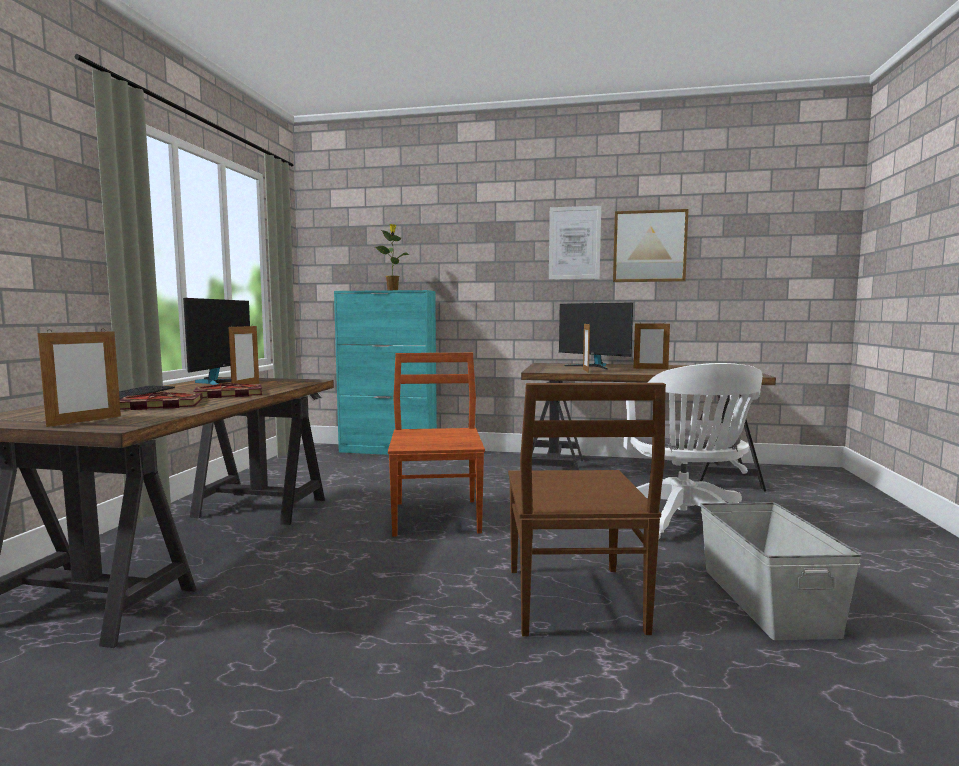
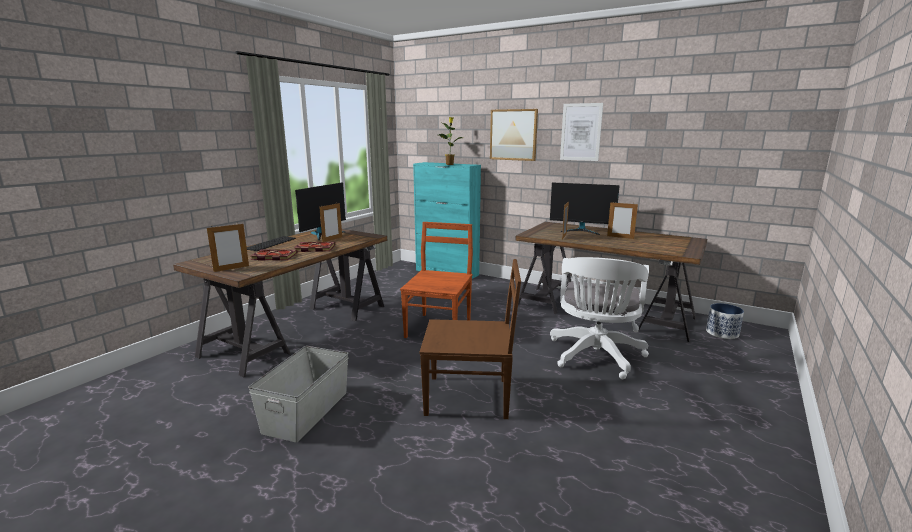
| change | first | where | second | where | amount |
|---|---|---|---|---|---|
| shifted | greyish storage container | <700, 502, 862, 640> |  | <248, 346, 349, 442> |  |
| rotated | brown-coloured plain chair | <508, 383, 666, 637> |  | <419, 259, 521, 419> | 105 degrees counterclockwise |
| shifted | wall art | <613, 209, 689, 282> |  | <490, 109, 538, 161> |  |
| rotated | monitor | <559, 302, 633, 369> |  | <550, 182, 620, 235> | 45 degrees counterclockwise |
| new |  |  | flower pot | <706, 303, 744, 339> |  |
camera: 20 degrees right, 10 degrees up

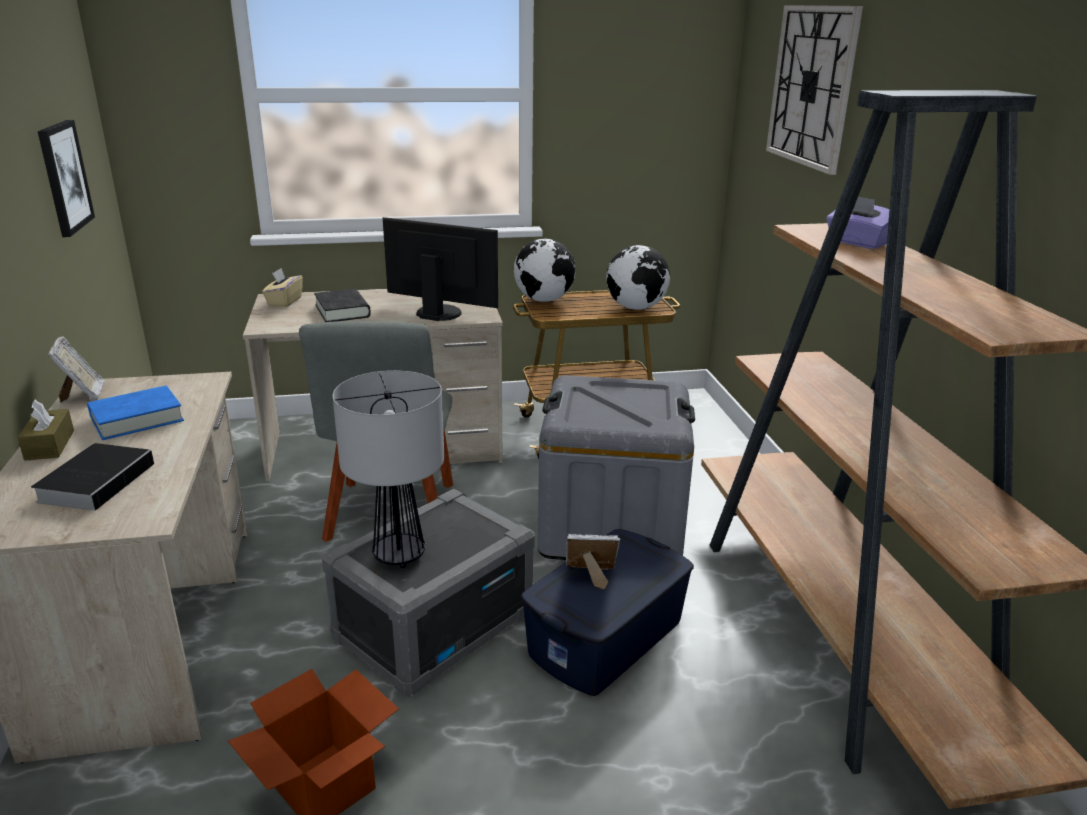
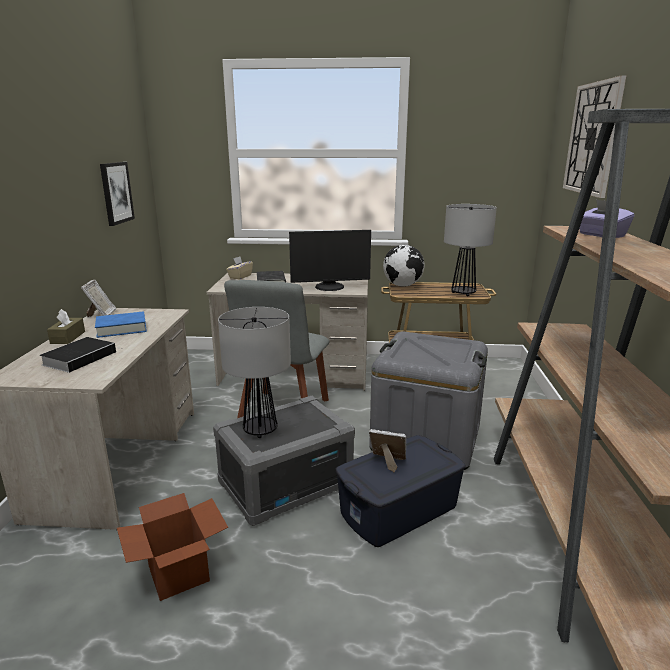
| change | first | where | second | where | amount |
|---|---|---|---|---|---|
| rotated | monitor | <383, 217, 498, 321> |  | <289, 230, 371, 291> | 135 degrees clockwise |
| swapped | world globe | <606, 245, 670, 310> | tabletop lamp | <444, 204, 497, 297> |  |
camera: 15 degrees right, 5 degrees down

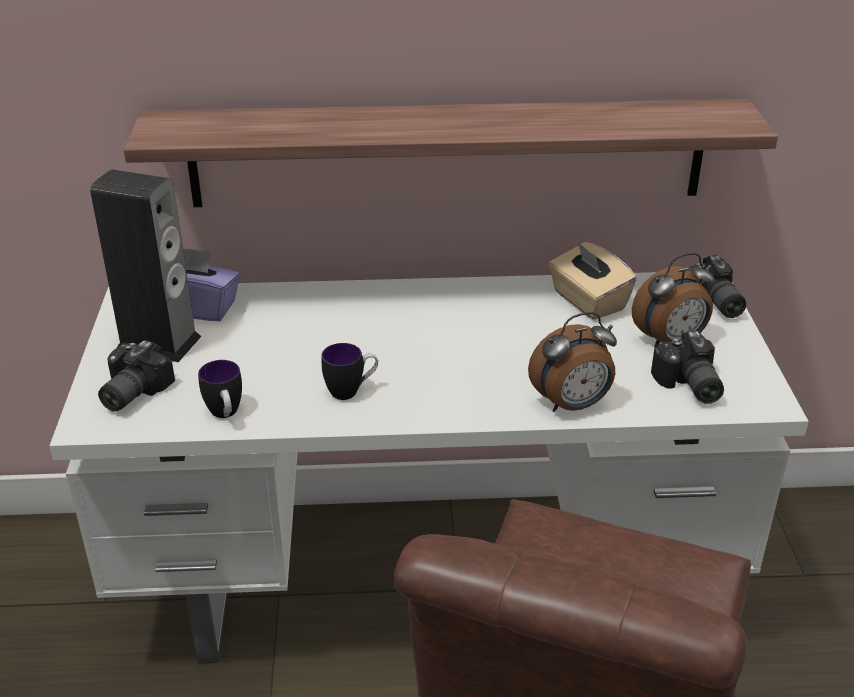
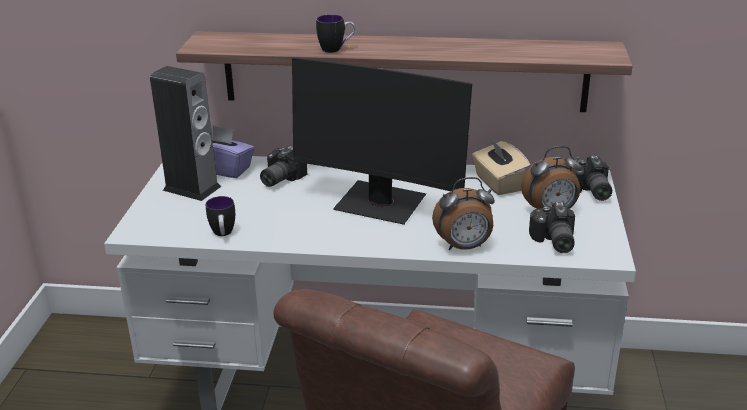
| change | first | where | second | where | amount |
|---|---|---|---|---|---|
| shifted | photo camera | <98, 340, 175, 412> |  | <260, 146, 307, 187> |  |
| new |  |  | monitor | <292, 58, 472, 225> |  |
| shifted | tea mug | <322, 343, 378, 400> |  | <316, 15, 355, 53> |  |
camera: 10 degrees right, 5 degrees down

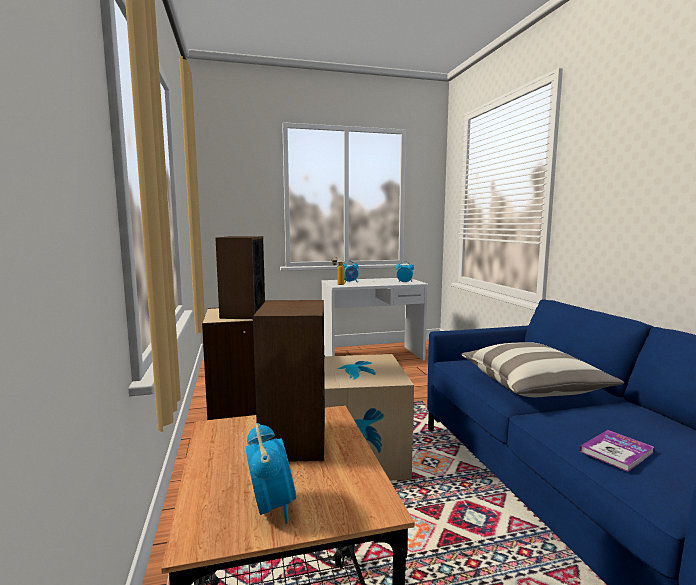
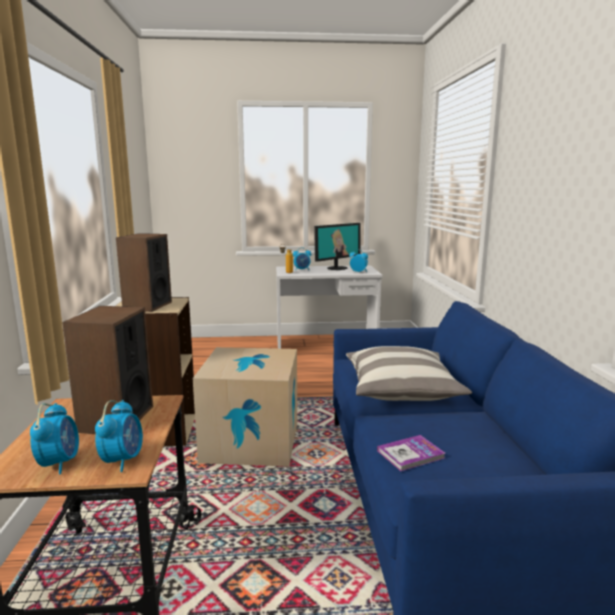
| change | first | where | second | where | amount |
|---|---|---|---|---|---|
| new |  |  | alarm clock | <95, 400, 143, 472> |  |
| new |  |  | monitor | <314, 223, 360, 270> |  |
camera: 10 degrees right, 5 degrees up

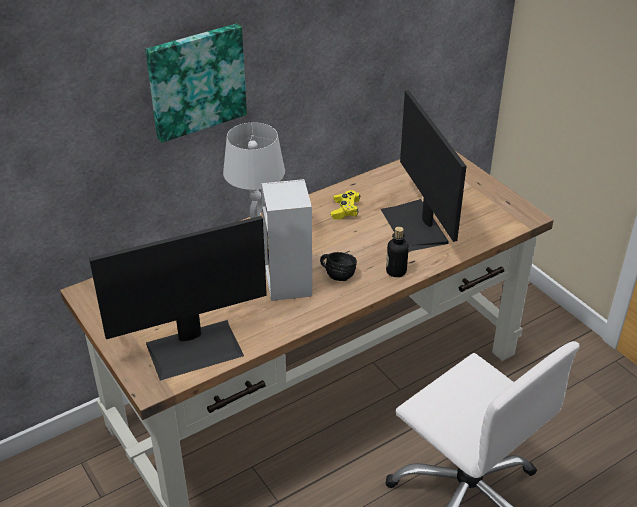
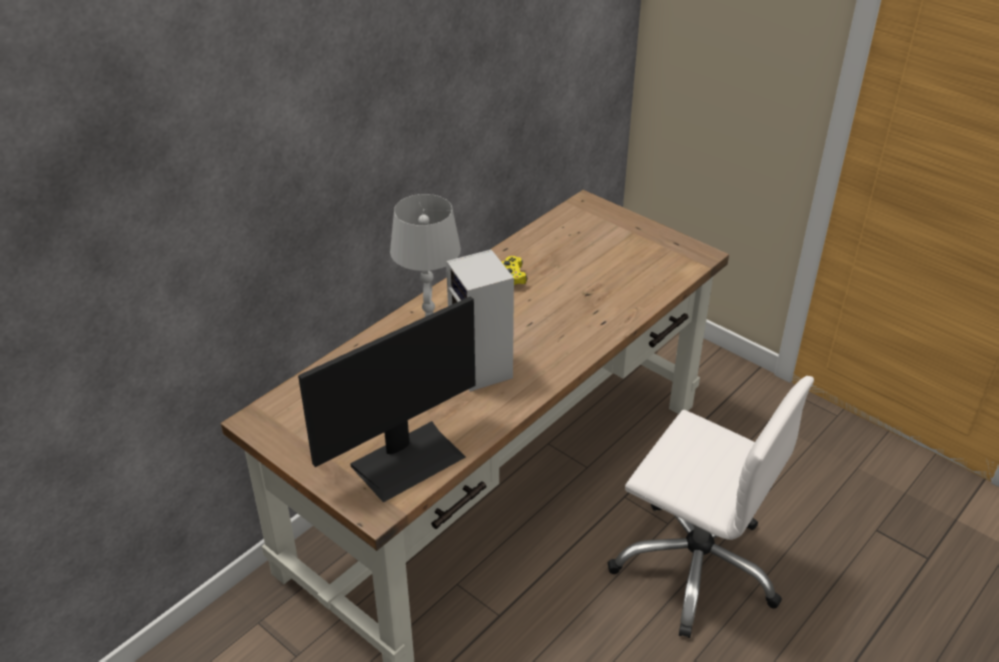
| change | first | where | second | where | amount |
|---|---|---|---|---|---|
| gone | wall art | <145, 24, 247, 143> |  |  |  |
| gone | black tea mug | <320, 252, 357, 281> |  |  |  |
| gone | monitor | <381, 90, 466, 252> |  |  |  |
| gone | drink bottle | <386, 227, 409, 277> |  |  |  |
camera: 15 degrees left, 0 degrees up

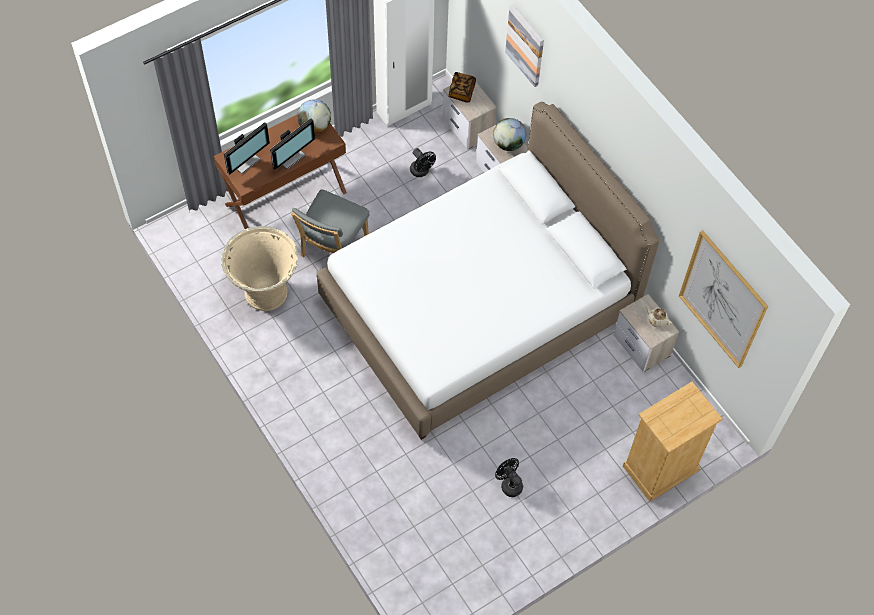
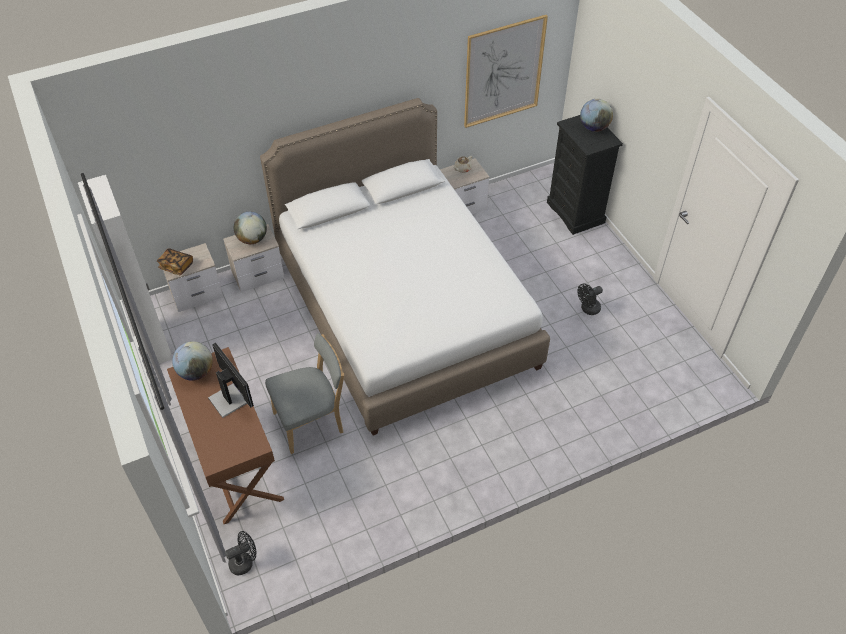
| change | first | where | second | where | amount |
|---|---|---|---|---|---|
| shifted | black fan | <410, 148, 436, 177> |  | <225, 531, 257, 575> |  |
| rotated | greyish plain chair | <291, 189, 370, 257> |  | <265, 333, 344, 454> | 60 degrees counterclockwise |
| repainted | beige chest of drawers | <623, 382, 722, 502> | black chest of drawers | <547, 115, 623, 235> |  |
| new |  |  | world globe | <580, 99, 613, 132> |  |
| gone | beige flower pot | <221, 226, 298, 311> |  |  |  |
| gone | monitor | <224, 122, 270, 175> |  |  |  |
| gone | wall art | <505, 5, 544, 87> |  |  |  |
camera: 80 degrees left, 10 degrees down

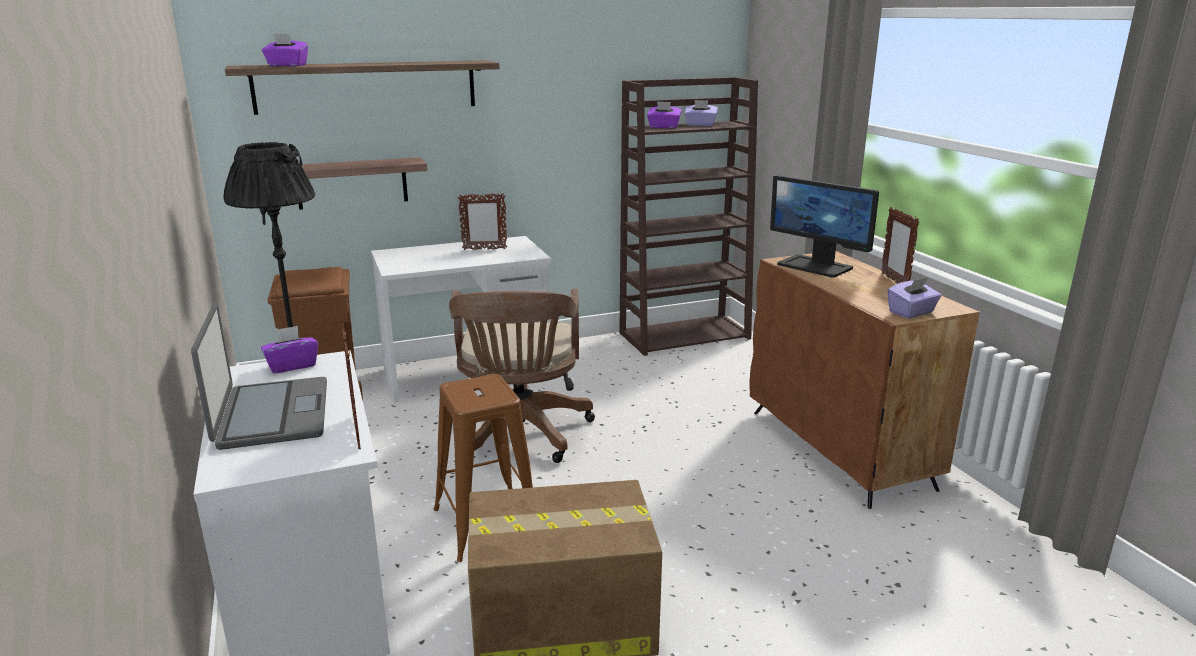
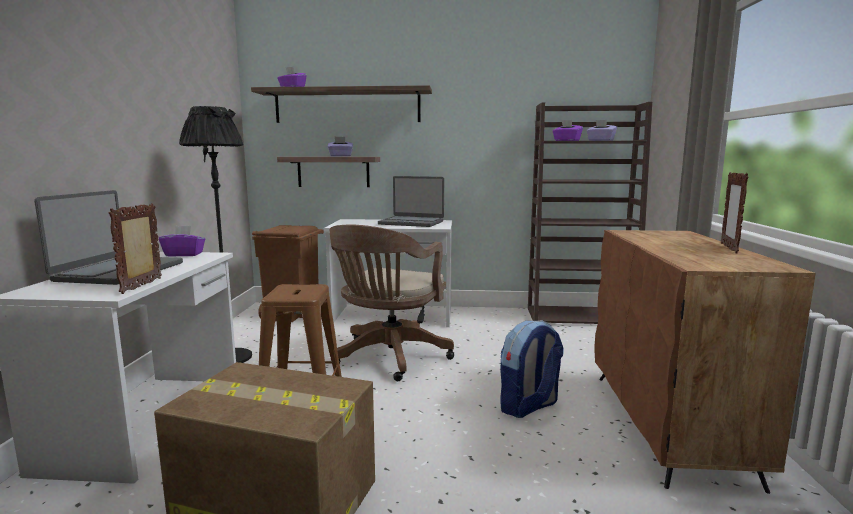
| change | first | where | second | where | amount |
|---|---|---|---|---|---|
| shifted | purplish box of tissues | <888, 277, 941, 318> |  | <328, 136, 353, 157> |  |
| swapped | picture frame | <458, 193, 507, 250> | notebook computer | <378, 176, 444, 227> |  |
| new |  |  | rucksack | <500, 320, 564, 418> |  |
| gone | monitor | <770, 175, 879, 278> |  |  |  |
camera: 25 degrees right, 10 degrees down

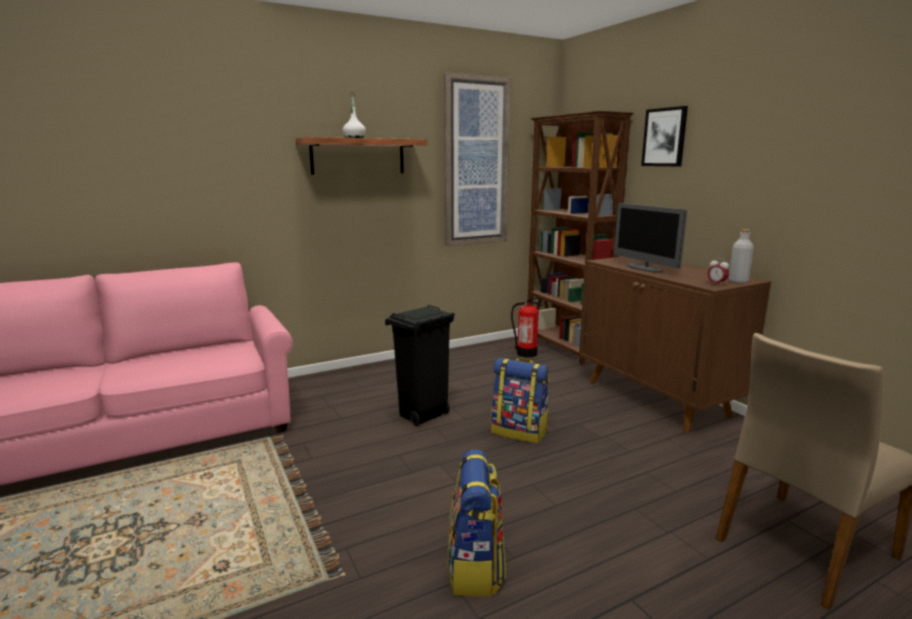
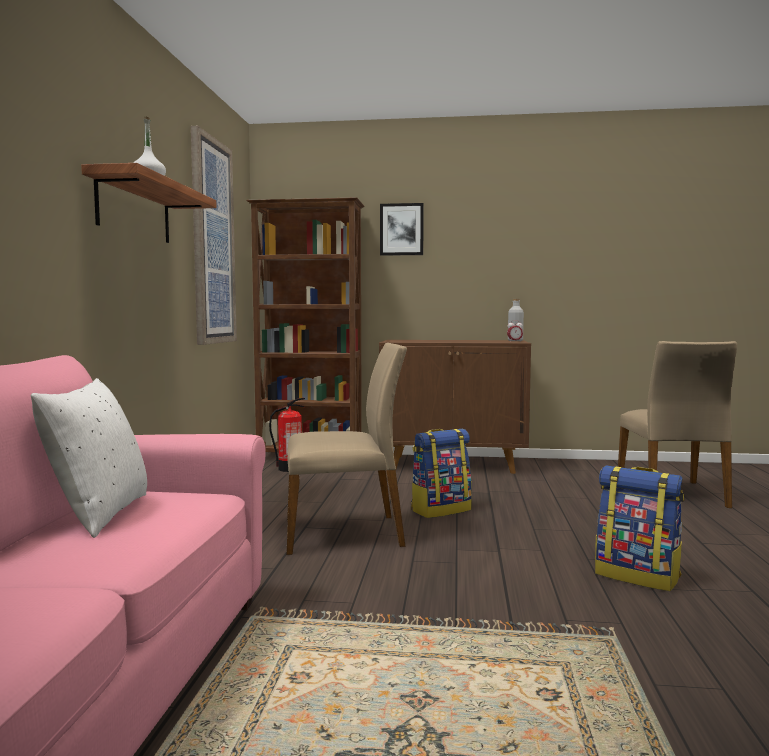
| change | first | where | second | where | amount |
|---|---|---|---|---|---|
| new |  |  | white pillow | <31, 378, 147, 538> |  |
| swapped | black trash can | <385, 305, 455, 426> | beige plain chair | <287, 343, 407, 555> |  |
| gone | monitor | <614, 203, 687, 273> |  |  |  |
camera: 55 degrees left, 10 degrees down

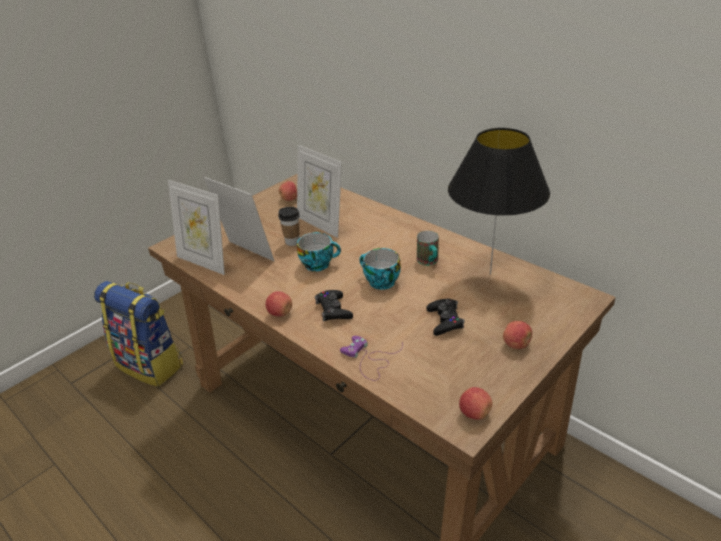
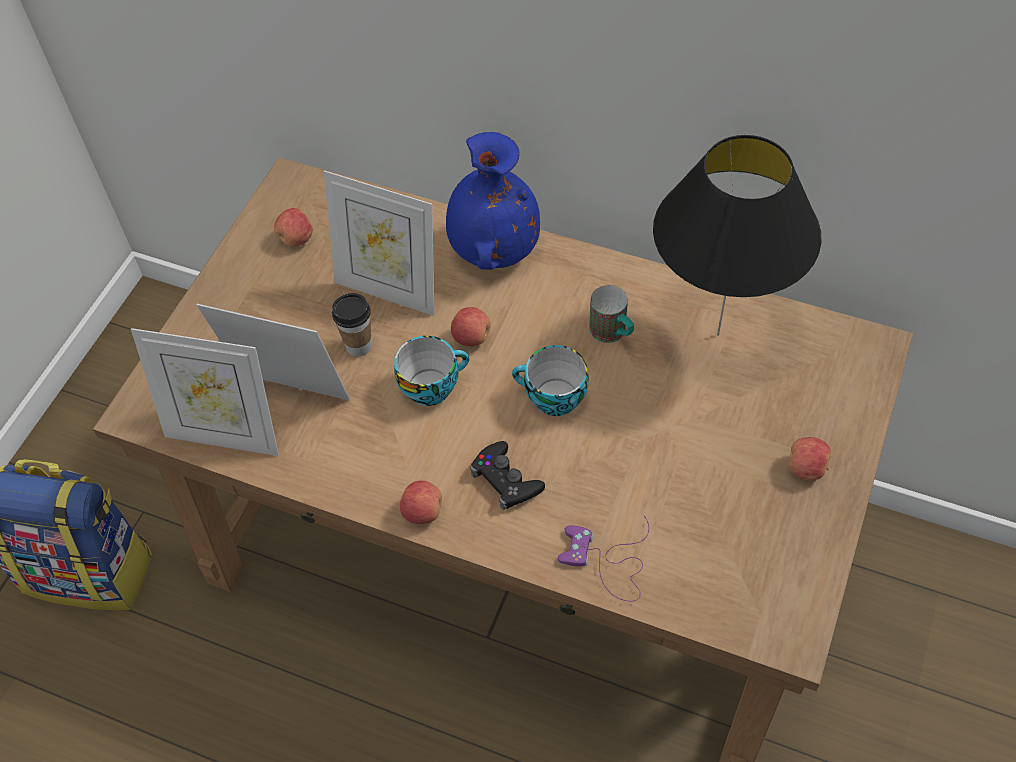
| change | first | where | second | where | amount |
|---|---|---|---|---|---|
| new |  |  | blue-coloured vase | <446, 132, 540, 270> |  |
| shifted | whole apple | <459, 387, 492, 420> |  | <451, 307, 490, 346> |  |
| gone | black joypad | <426, 299, 465, 336> |  |  |  |
camera: 20 degrees left, 20 degrees up

